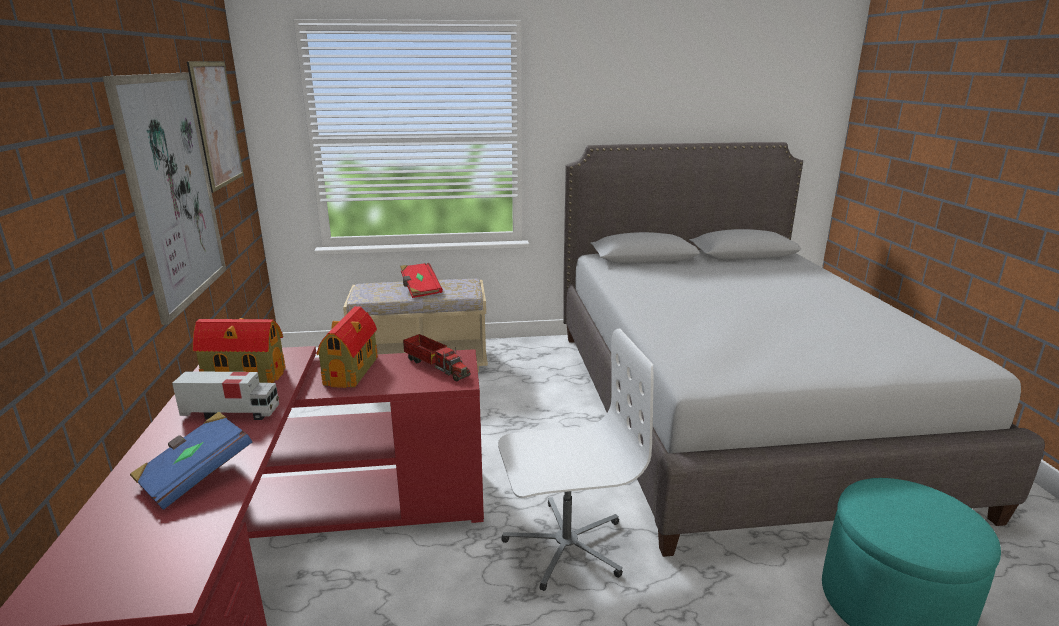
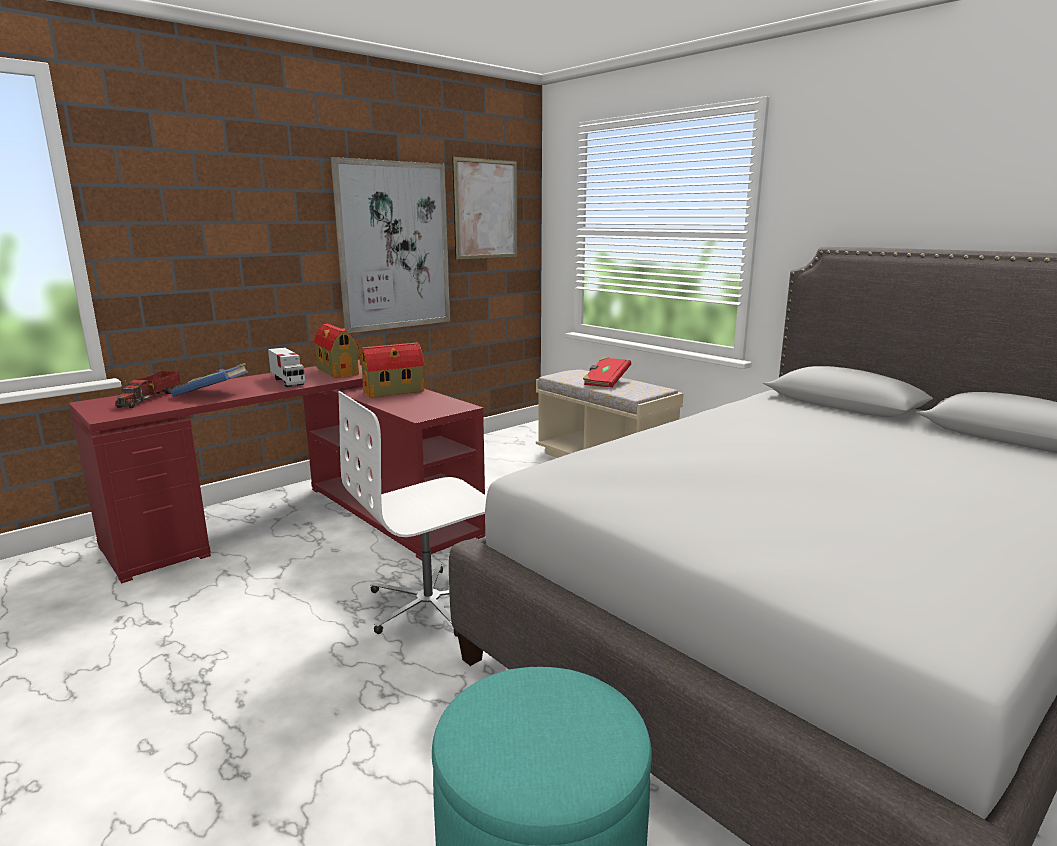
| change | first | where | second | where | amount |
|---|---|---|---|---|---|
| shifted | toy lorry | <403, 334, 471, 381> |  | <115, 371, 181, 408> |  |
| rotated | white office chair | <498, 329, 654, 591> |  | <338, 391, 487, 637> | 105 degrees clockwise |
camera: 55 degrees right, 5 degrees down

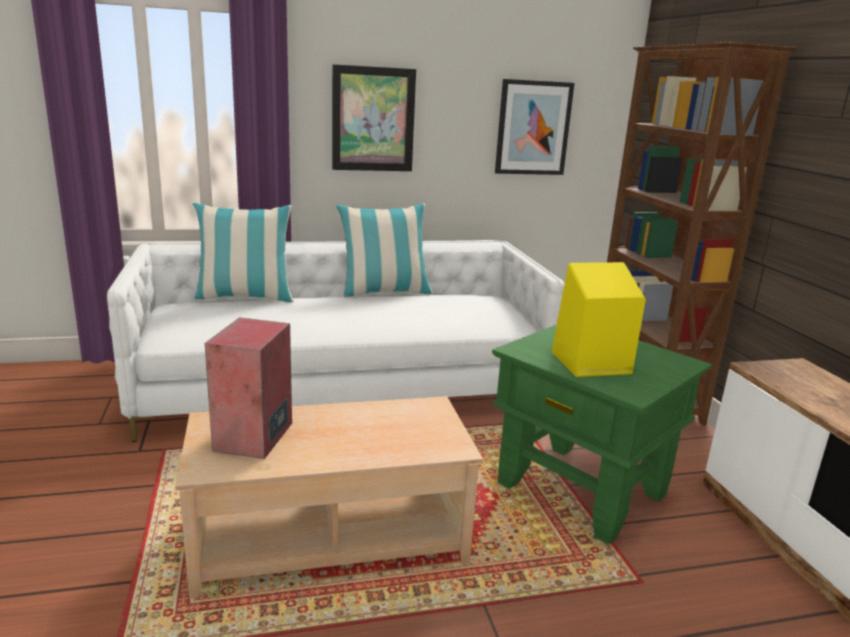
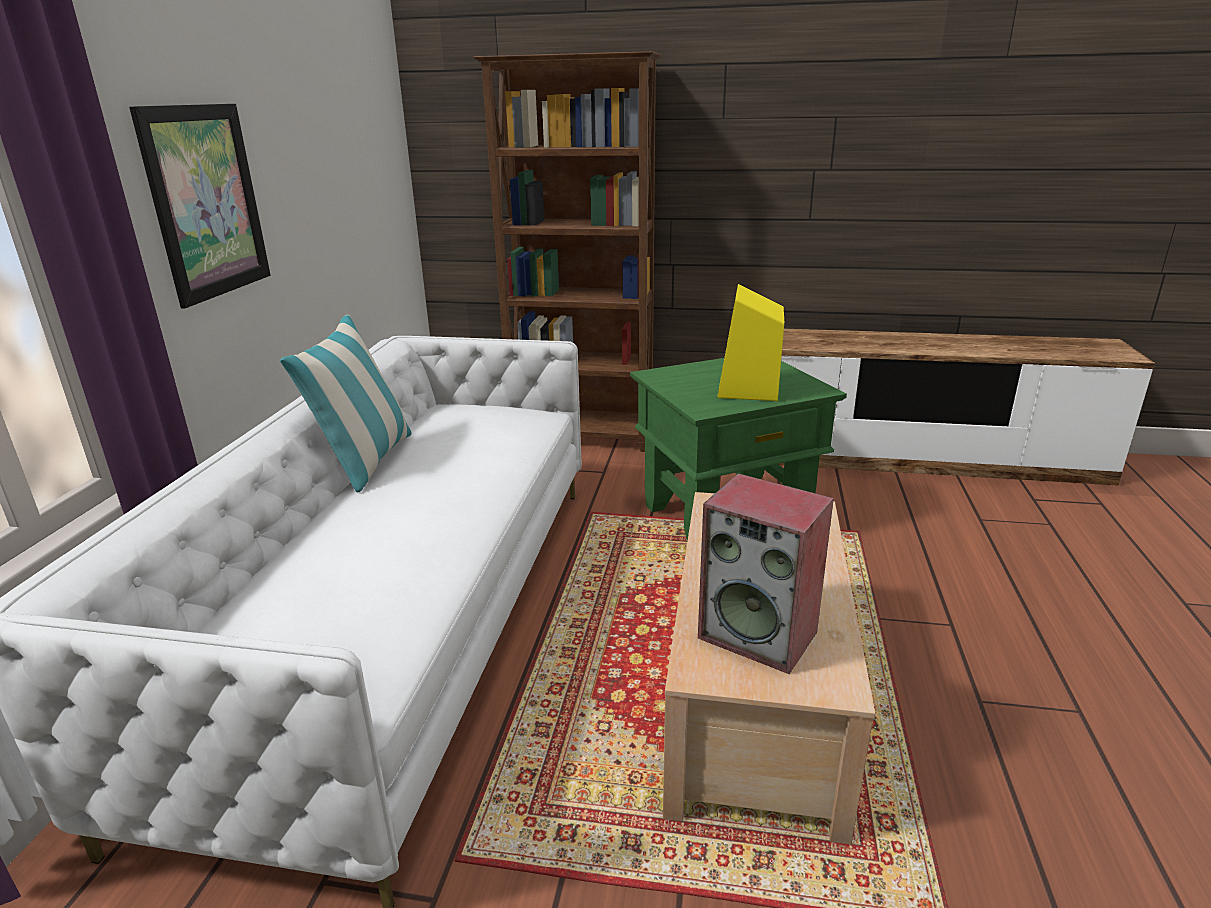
| change | first | where | second | where | amount |
|---|---|---|---|---|---|
| gone | pillow | <193, 203, 294, 303> |  |  |  |
| gone | wall art | <495, 79, 575, 175> |  |  |  |
camera: 65 degrees left, 5 degrees up

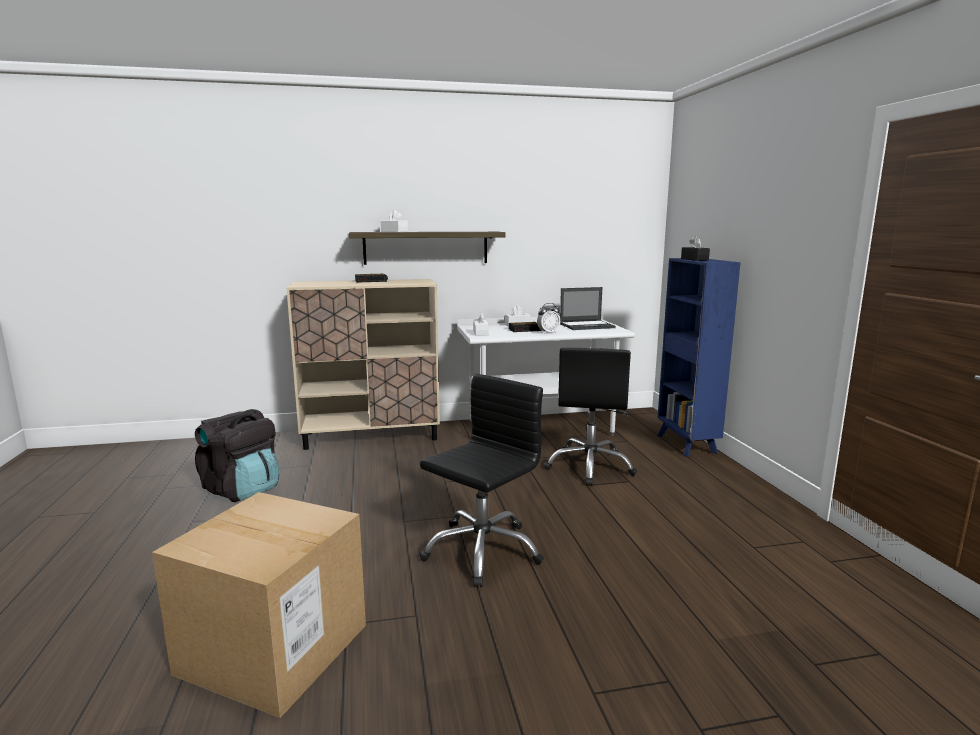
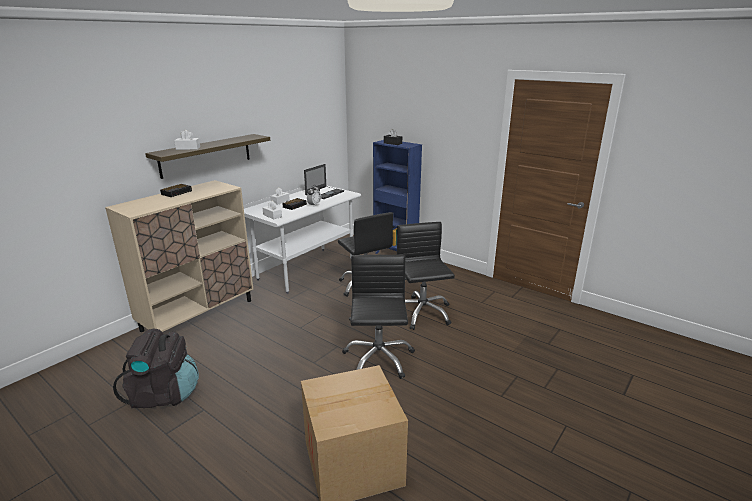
| change | first | where | second | where | amount |
|---|---|---|---|---|---|
| new |  |  | black office chair | <397, 222, 455, 330> |  |
camera: 40 degrees left, 10 degrees up

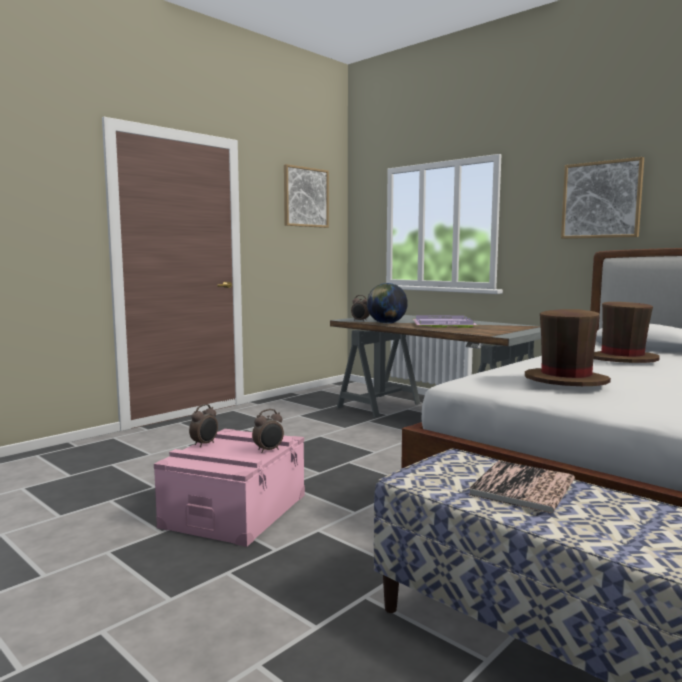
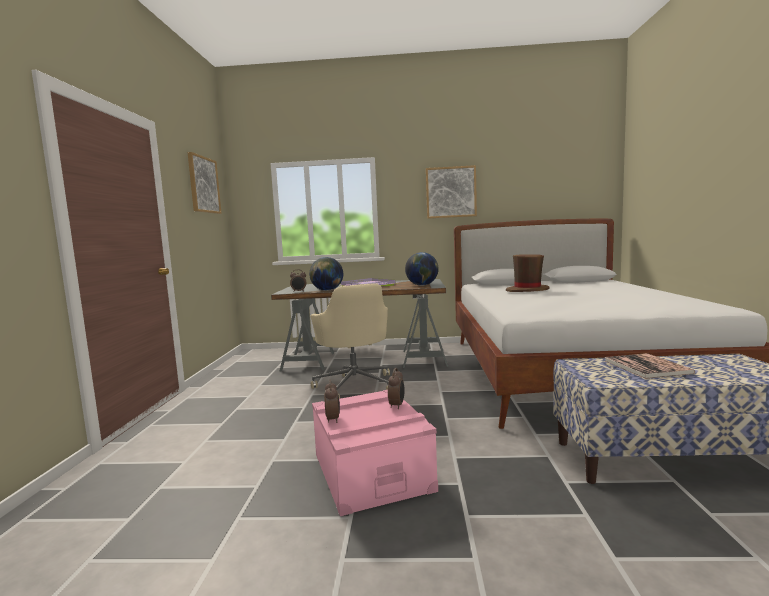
| change | first | where | second | where | amount |
|---|---|---|---|---|---|
| new |  |  | beige office chair | <311, 283, 390, 399> |  |
| new |  |  | world globe | <405, 252, 439, 286> |  |
| gone | brown-coloured hat | <525, 309, 611, 386> |  |  |  |
camera: 40 degrees left, 0 degrees up

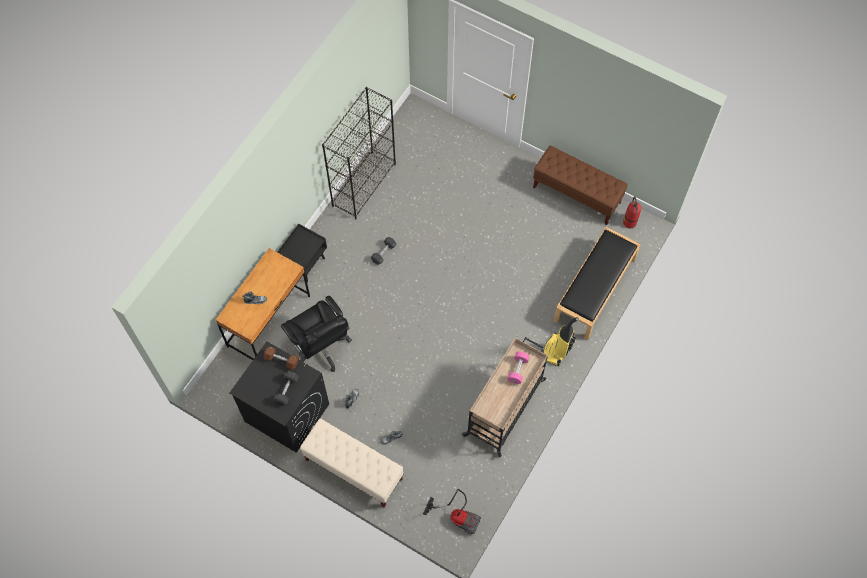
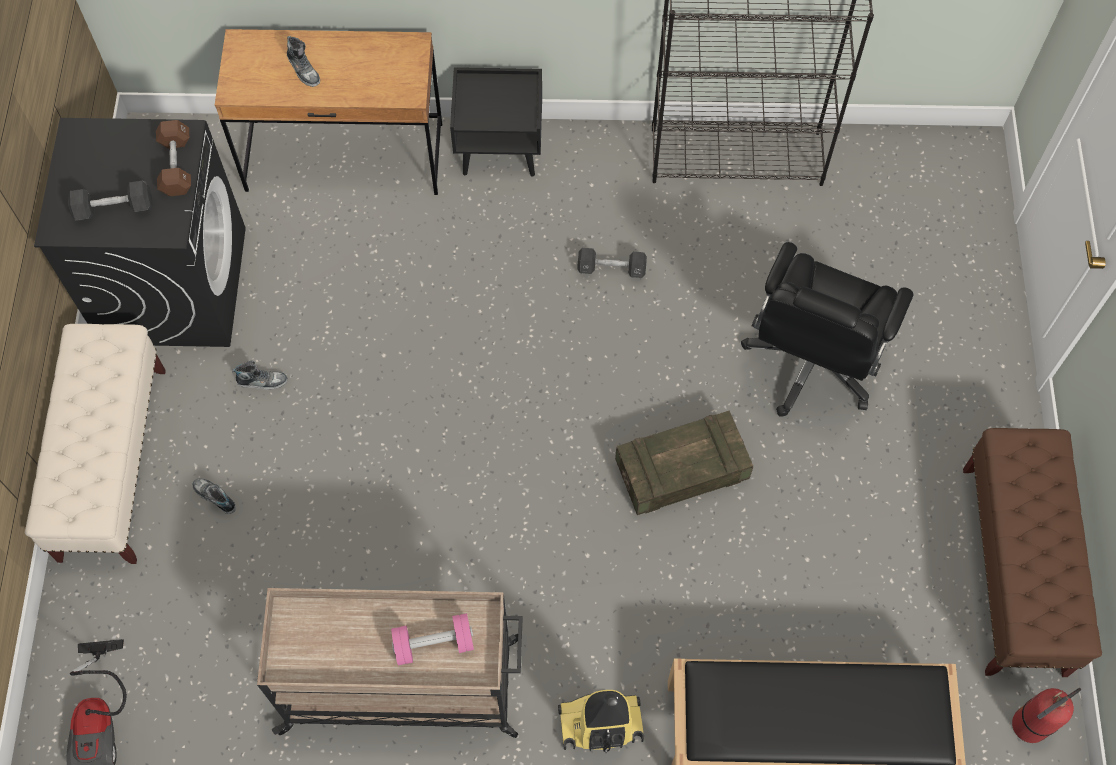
| change | first | where | second | where | amount |
|---|---|---|---|---|---|
| new |  |  | shipping crate | <615, 410, 753, 515> |  |
| shifted | black office chair | <281, 296, 352, 372> |  | <741, 242, 913, 417> |  |
camera: 60 degrees right, 0 degrees up

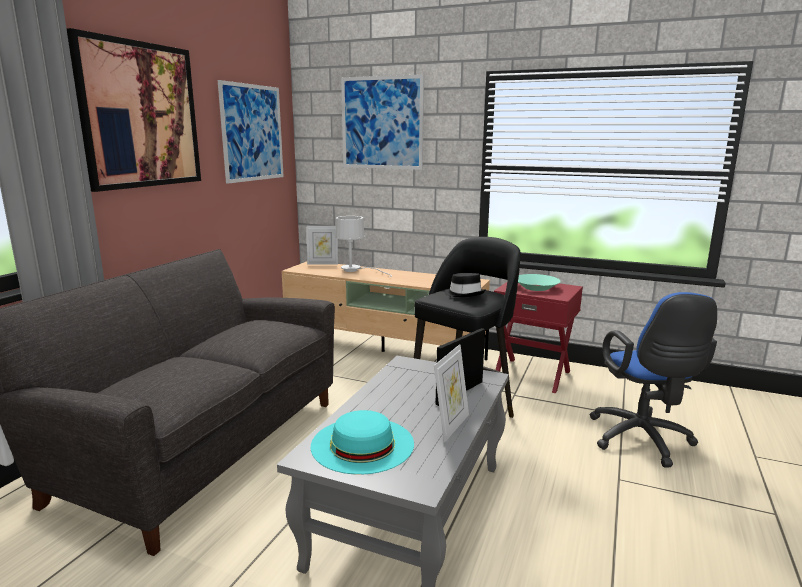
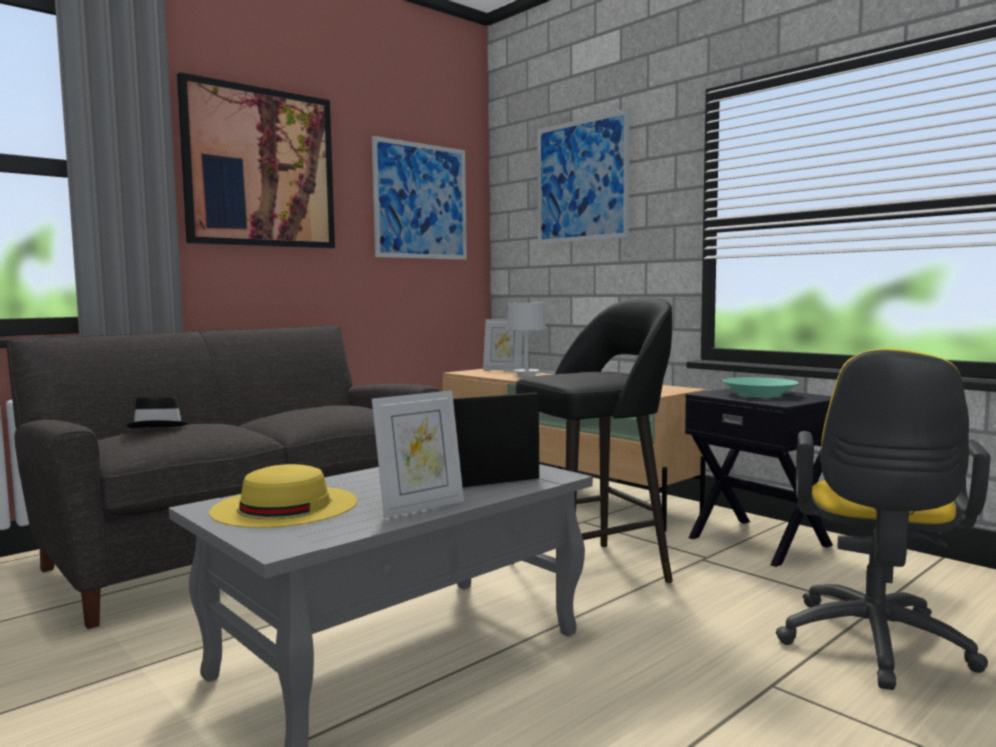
| change | first | where | second | where | amount |
|---|---|---|---|---|---|
| shifted | black hat | <444, 273, 485, 297> |  | <126, 397, 189, 428> |  |
| repainted | turquoise-coloured hat | <311, 410, 414, 475> | yellow hat | <209, 464, 357, 528> |  |
| repainted | red side table | <494, 282, 583, 393> | black side table | <685, 388, 833, 567> |  |
| repainted | blue-coloured office chair | <590, 292, 717, 468> | yellow office chair | <776, 349, 991, 690> |  |
camera: 25 degrees right, 10 degrees down

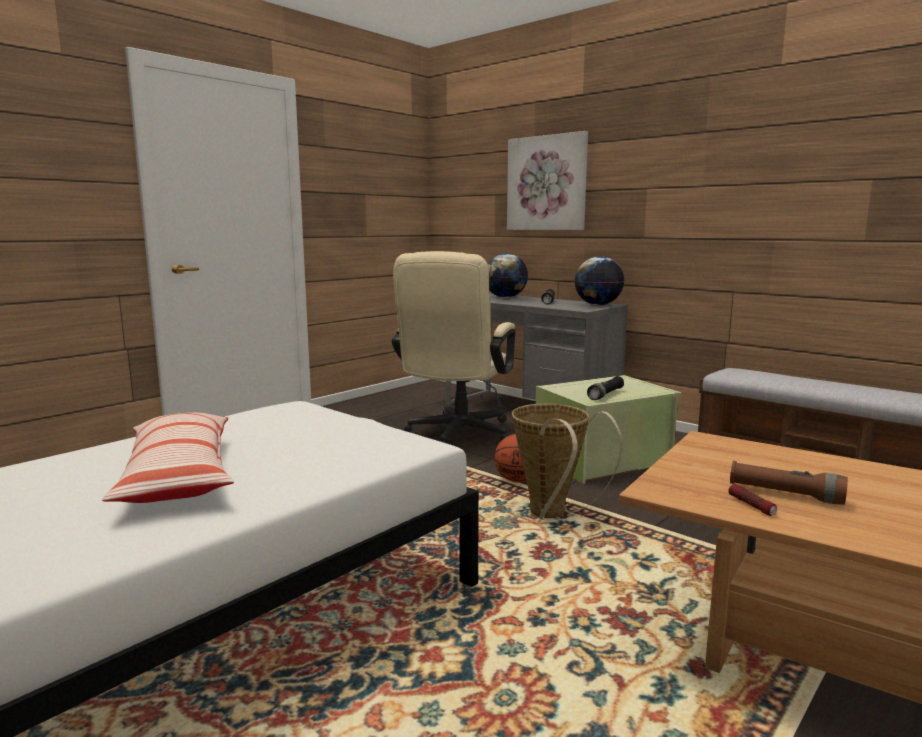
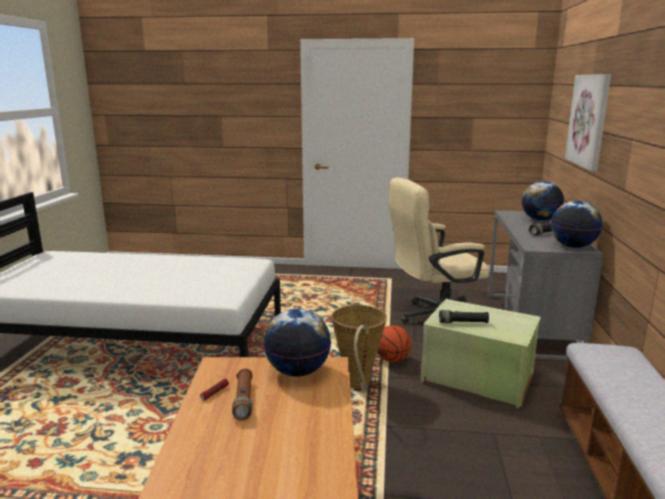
| change | first | where | second | where | amount |
|---|---|---|---|---|---|
| new |  |  | world globe | <264, 308, 331, 377> |  |
| gone | pillow | <102, 413, 234, 503> |  |  |  |
camera: 55 degrees right, 5 degrees up

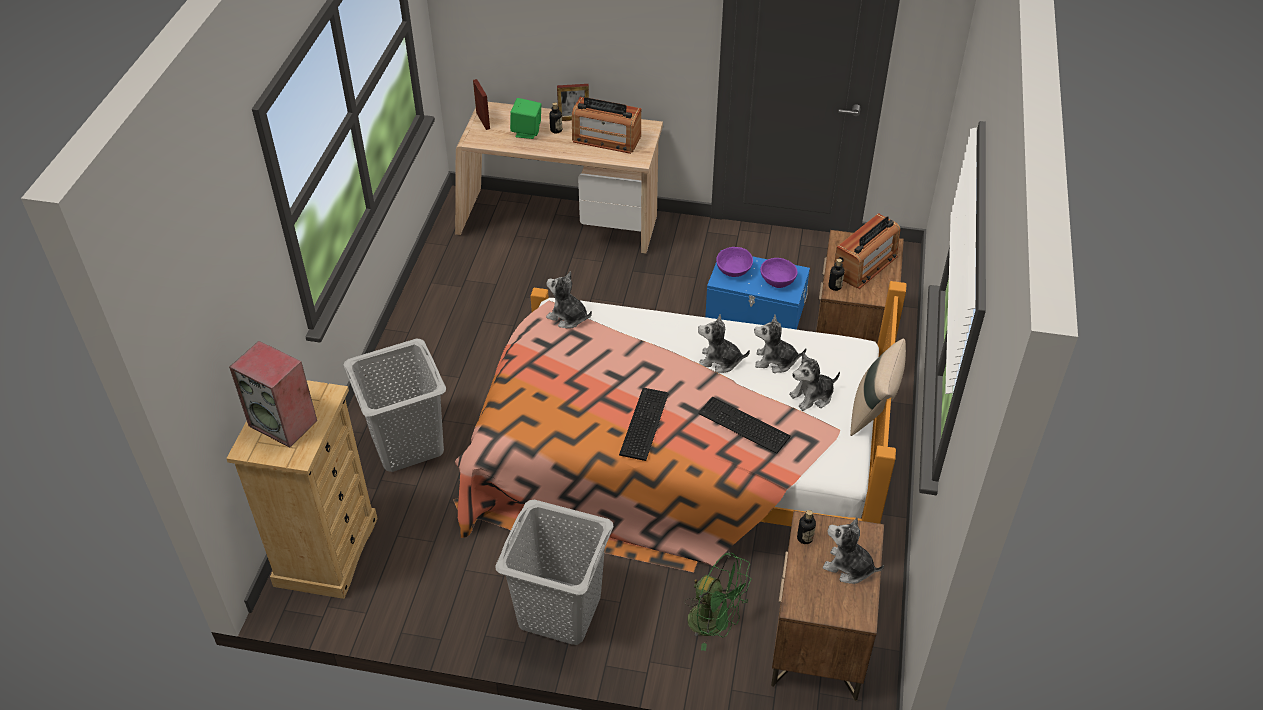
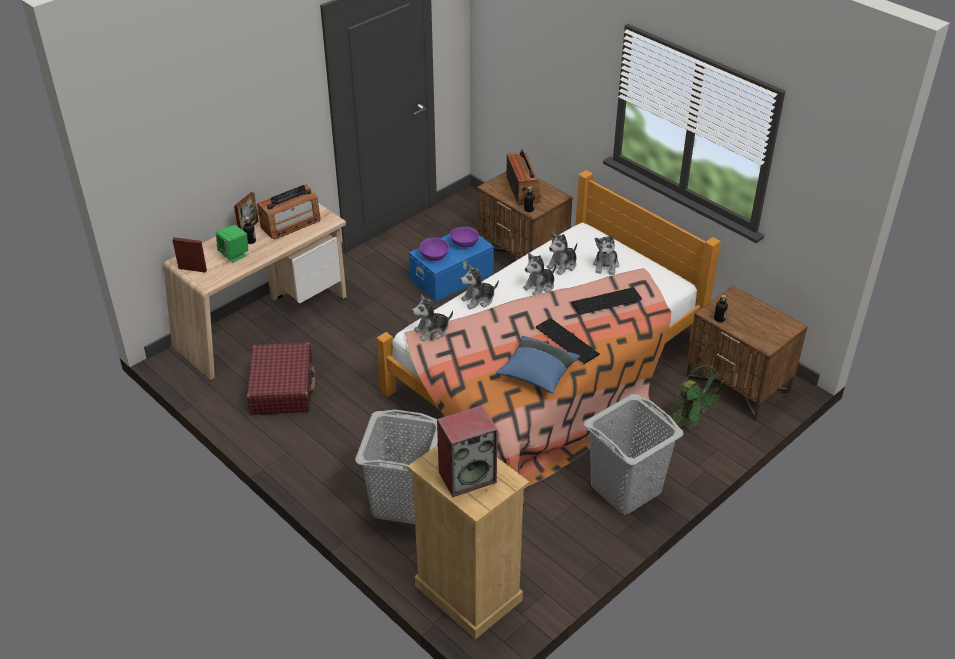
| change | first | where | second | where | amount |
|---|---|---|---|---|---|
| new |  |  | red suitcase | <247, 342, 315, 415> |  |
| shifted | soft toy | <823, 517, 884, 584> |  | <460, 264, 499, 309> |  |
| new |  |  | blue-coloured pillow | <496, 336, 580, 394> |  |
| rotated | green-coloured fan | <684, 552, 752, 651> |  | <672, 365, 725, 429> | 75 degrees clockwise |
| gone | beige pillow | <850, 339, 906, 436> |  |  |  |
camera: 55 degrees left, 5 degrees down

